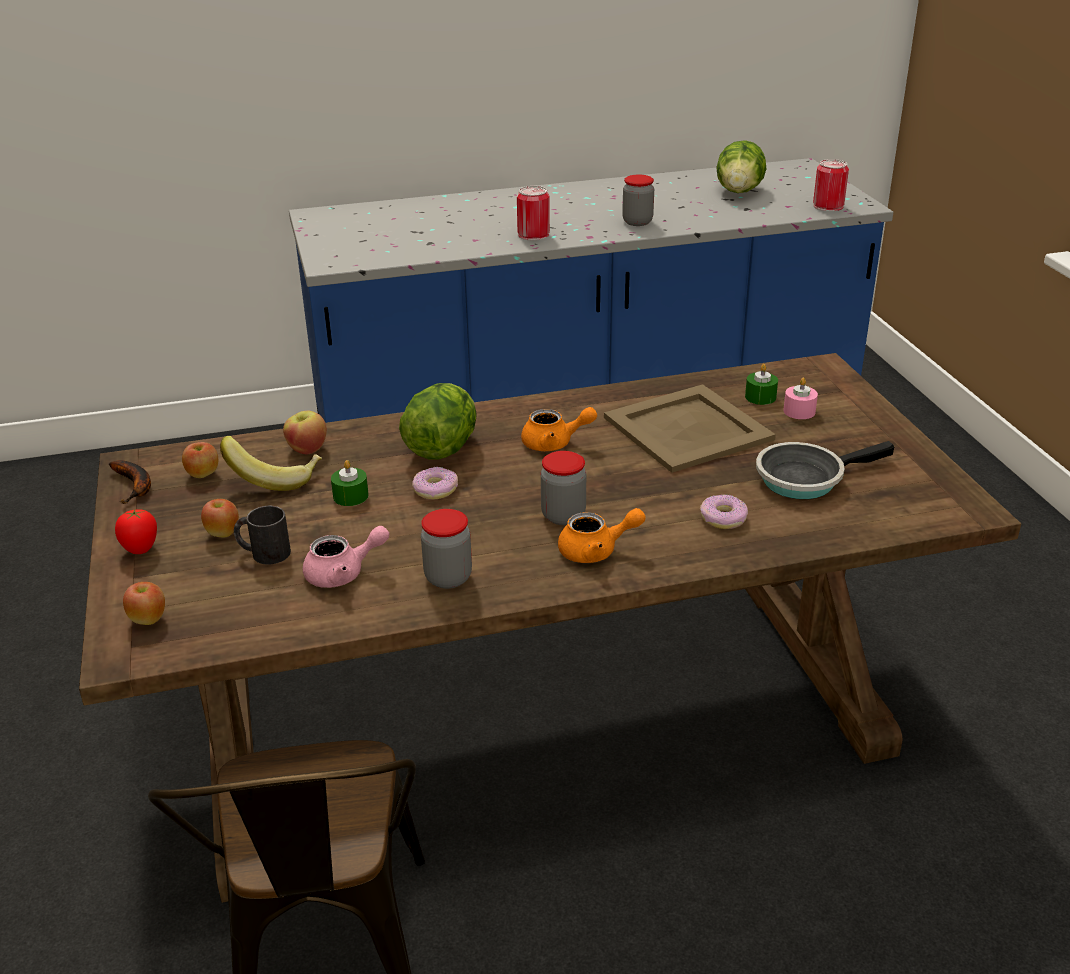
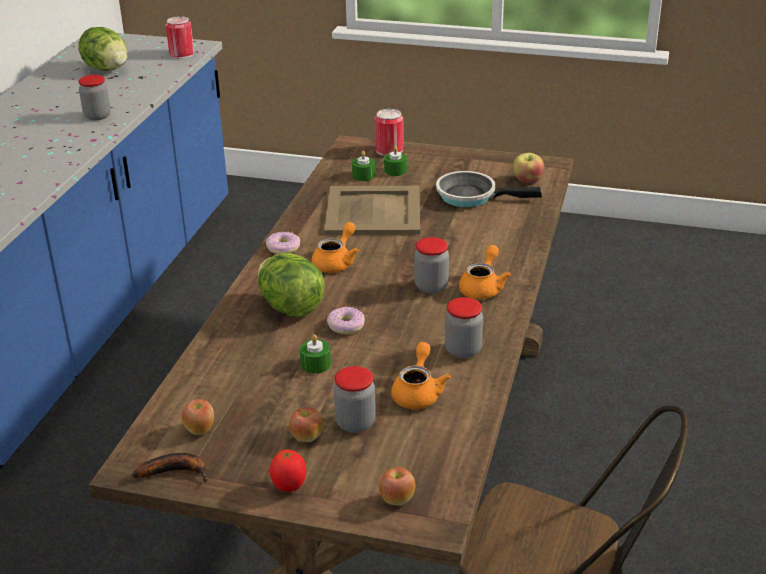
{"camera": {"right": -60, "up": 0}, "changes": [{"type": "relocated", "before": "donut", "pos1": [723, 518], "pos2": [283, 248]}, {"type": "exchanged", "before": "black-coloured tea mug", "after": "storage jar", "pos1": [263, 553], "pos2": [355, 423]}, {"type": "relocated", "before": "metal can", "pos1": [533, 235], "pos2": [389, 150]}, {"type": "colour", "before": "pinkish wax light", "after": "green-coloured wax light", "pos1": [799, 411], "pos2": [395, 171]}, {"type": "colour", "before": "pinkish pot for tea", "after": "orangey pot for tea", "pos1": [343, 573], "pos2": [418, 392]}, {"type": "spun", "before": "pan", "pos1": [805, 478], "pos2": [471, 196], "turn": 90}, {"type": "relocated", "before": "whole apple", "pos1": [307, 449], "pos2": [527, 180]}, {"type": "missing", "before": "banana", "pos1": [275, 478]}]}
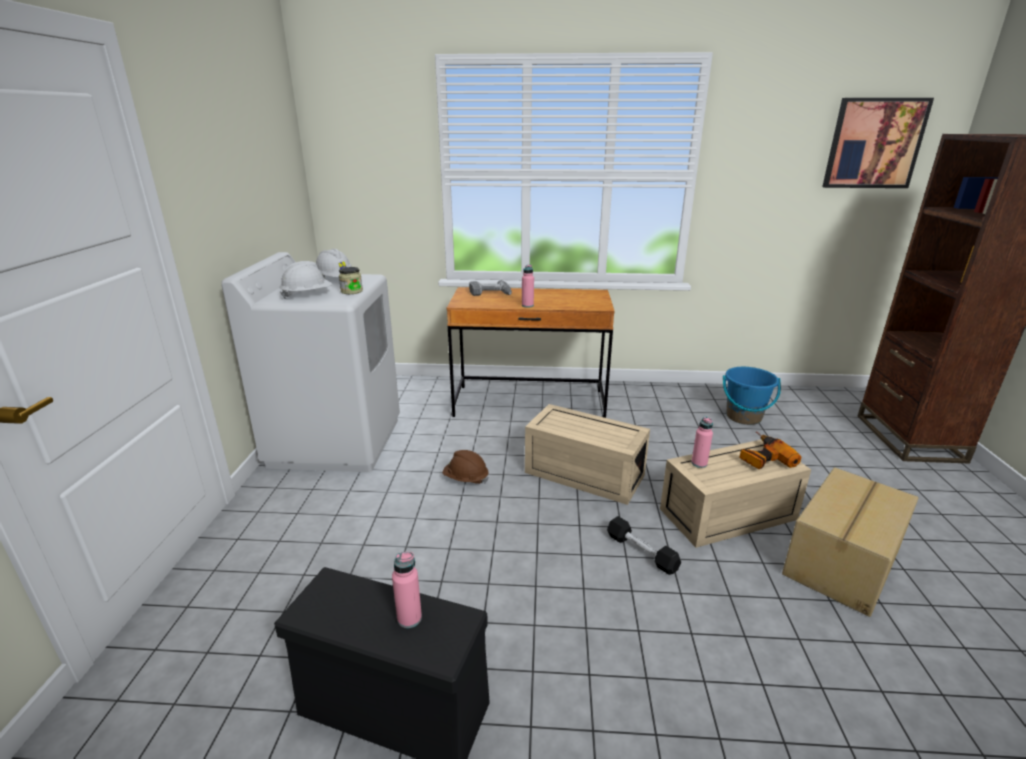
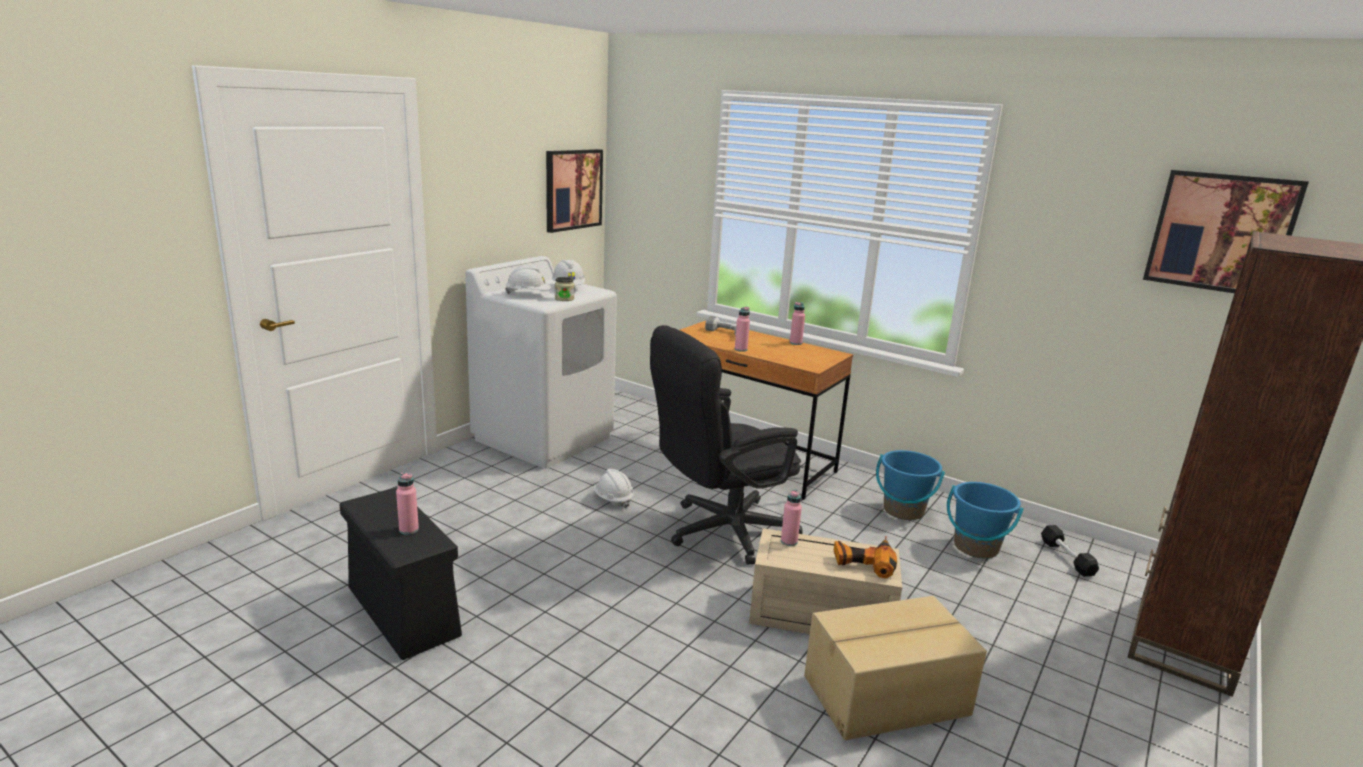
{"camera": {"right": 30, "up": -5}, "changes": [{"type": "appeared", "after": "picture", "pos2": [573, 189]}, {"type": "colour", "before": "brown-coloured safety helmet", "after": "white-coloured safety helmet", "pos1": [465, 479], "pos2": [613, 499]}, {"type": "exchanged", "before": "beige-coloured storage box", "after": "black-coloured office chair", "pos1": [582, 474], "pos2": [720, 532]}, {"type": "appeared", "after": "pinkish bottle", "pos2": [795, 343]}, {"type": "appeared", "after": "bluish pail", "pos2": [903, 511]}, {"type": "relocated", "before": "black-coloured dumbbell", "pos1": [641, 552], "pos2": [1067, 558]}]}
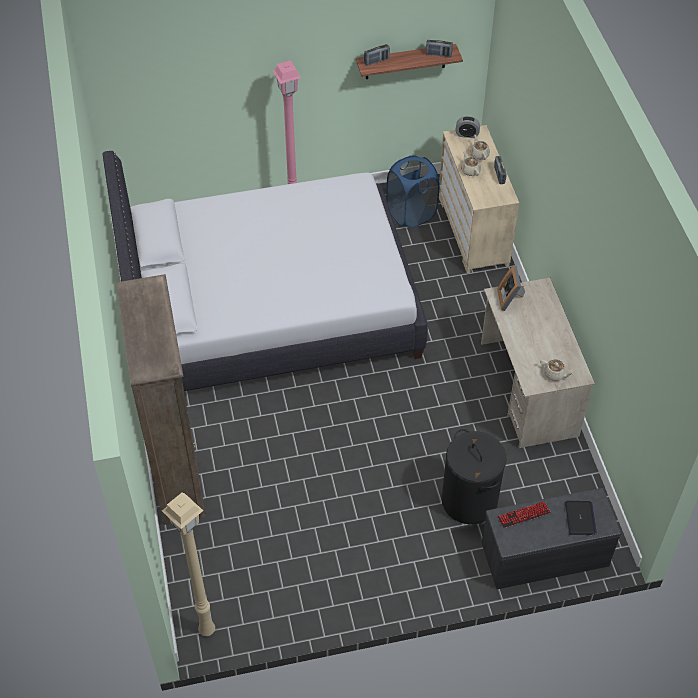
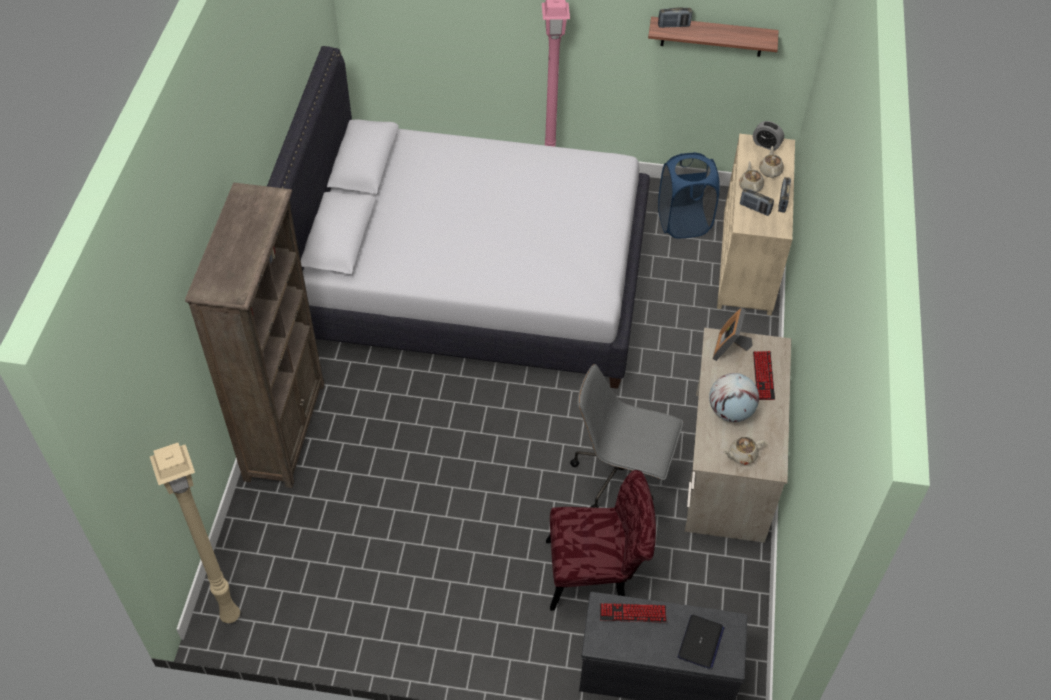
{"camera": {"right": 20, "up": 0}, "changes": [{"type": "exchanged", "before": "black-coloured hamper", "after": "reddish plain chair", "pos1": [469, 500], "pos2": [597, 573]}, {"type": "appeared", "after": "grey office chair", "pos2": [621, 477]}, {"type": "appeared", "after": "desk globe", "pos2": [730, 411]}, {"type": "spun", "before": "beige-coloured pot for tea", "pos1": [554, 374], "pos2": [742, 455], "turn": 105}, {"type": "relocated", "before": "radio", "pos1": [438, 54], "pos2": [755, 208]}, {"type": "appeared", "after": "PC keyboard", "pos2": [763, 376]}]}
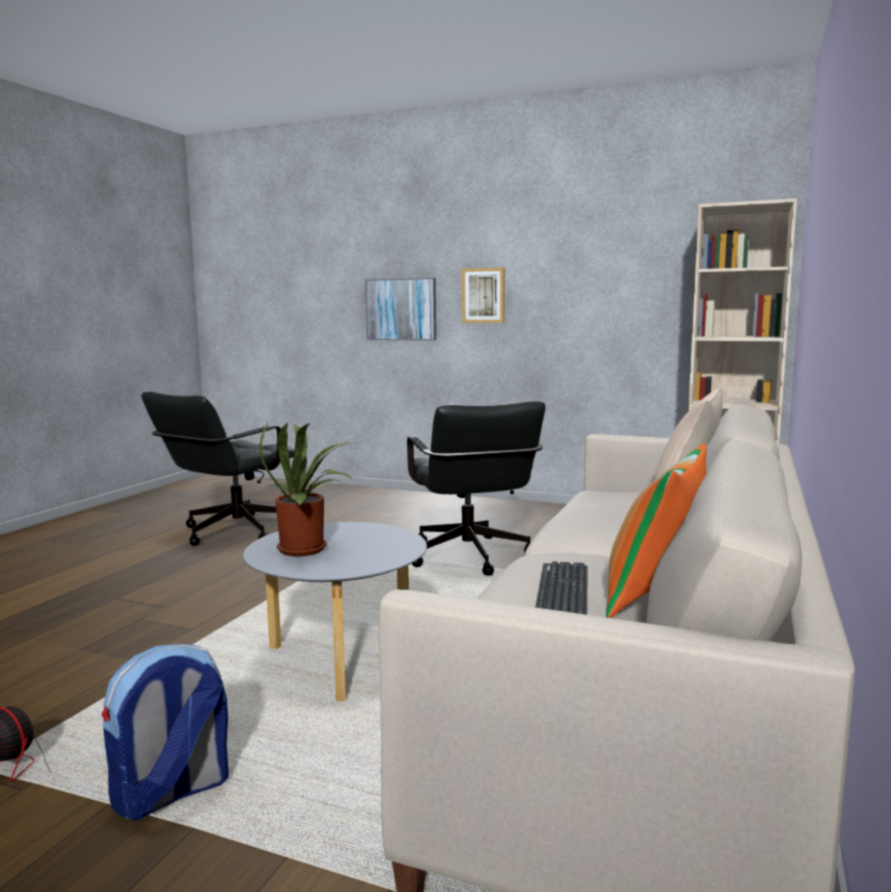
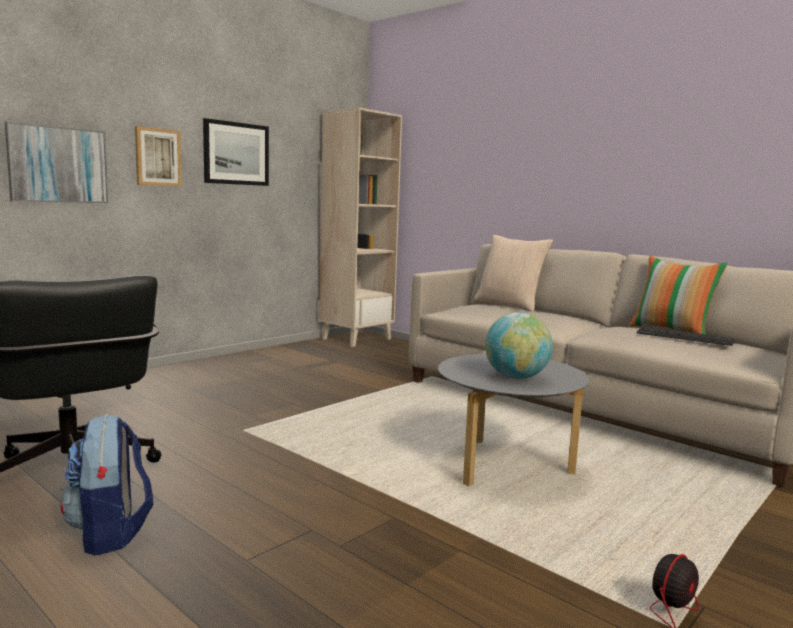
{"camera": {"right": -70, "up": 0}, "changes": [{"type": "relocated", "before": "rucksack", "pos1": [172, 794], "pos2": [110, 533]}, {"type": "appeared", "after": "picture", "pos2": [236, 153]}, {"type": "exchanged", "before": "houseplant", "after": "desk globe", "pos1": [307, 549], "pos2": [516, 377]}, {"type": "missing", "before": "black-coloured office chair", "pos1": [471, 559]}]}
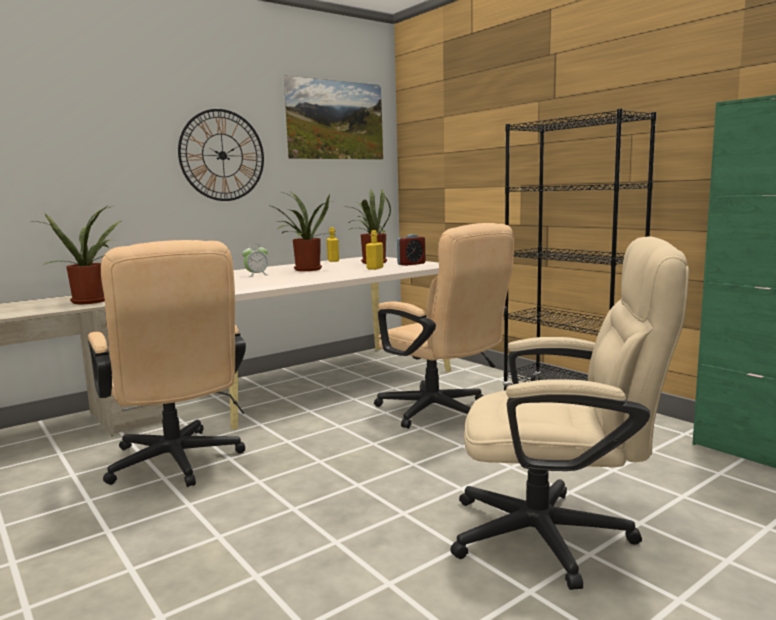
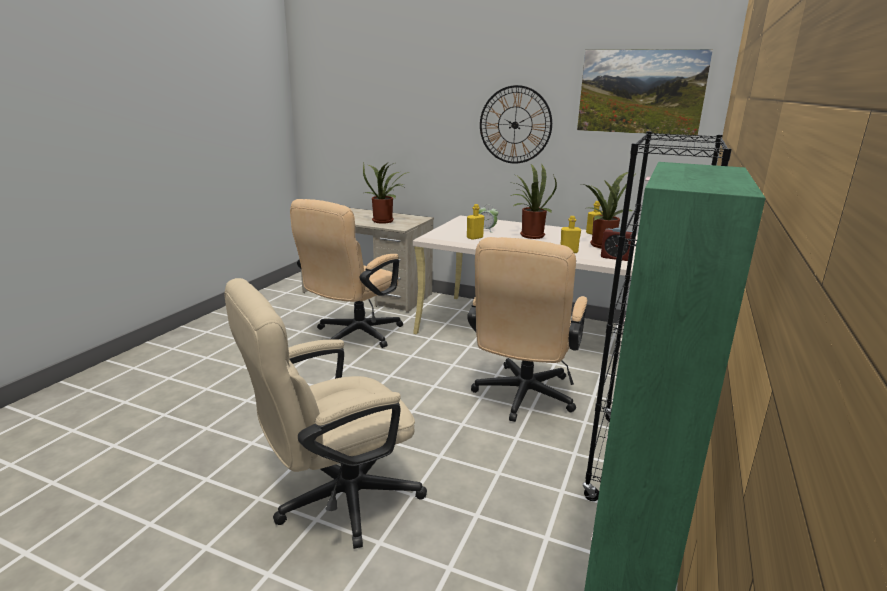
{"camera": {"right": 60, "up": 10}, "changes": [{"type": "spun", "before": "beige-coloured office chair", "pos1": [559, 536], "pos2": [335, 500], "turn": 75}, {"type": "appeared", "after": "yellowish bottle", "pos2": [474, 237]}]}
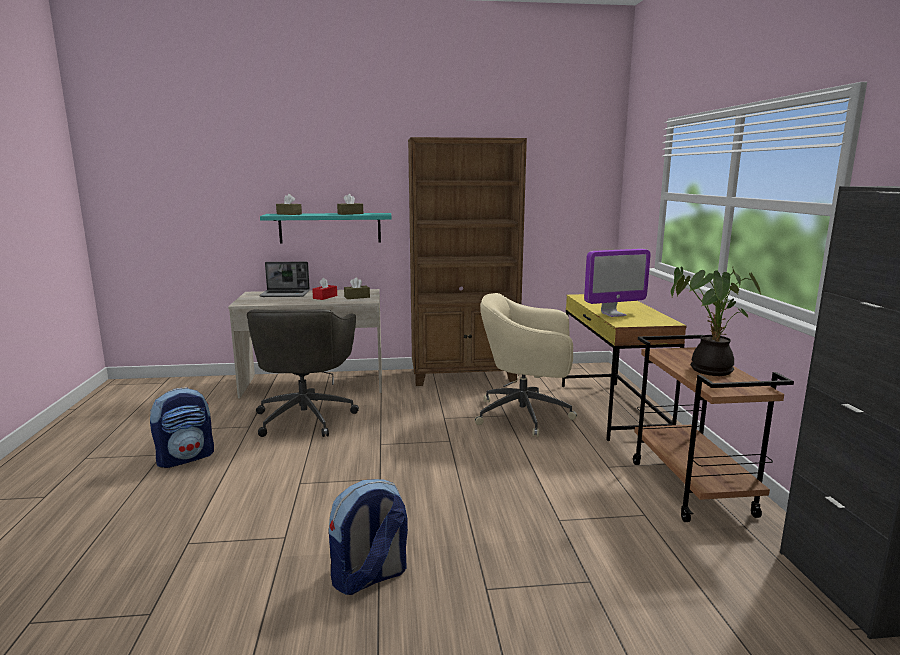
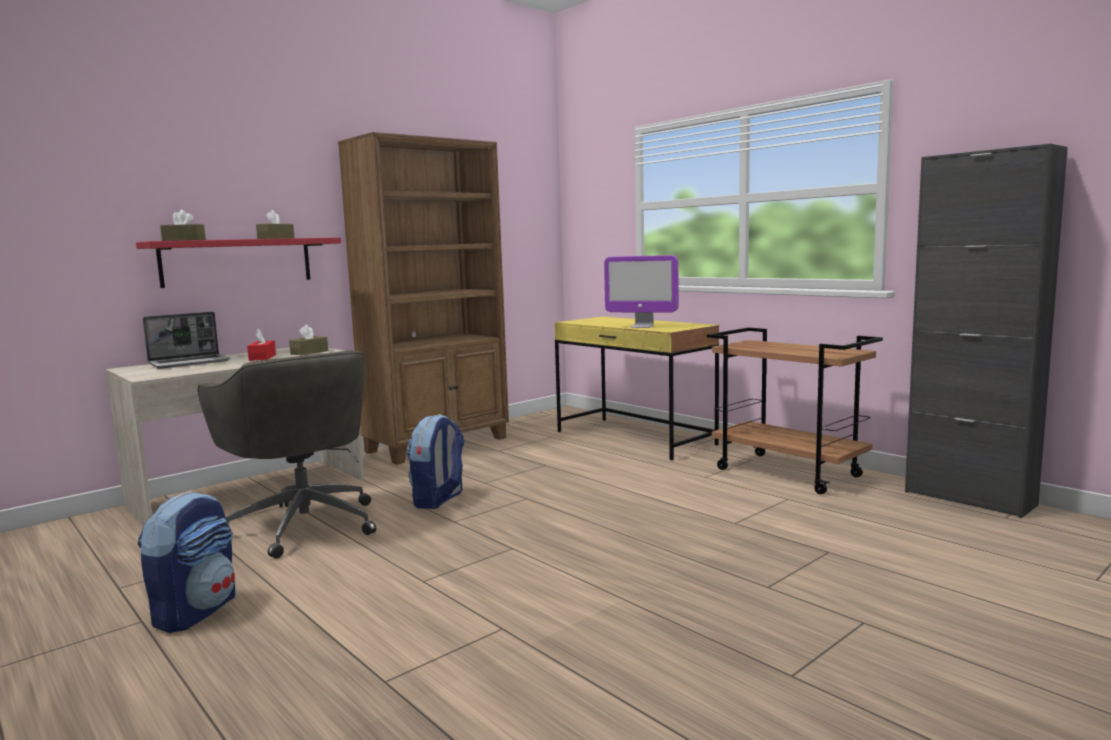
{"camera": {"right": -35, "up": -5}, "changes": [{"type": "colour", "before": "turquoise-coloured bracket shelf", "after": "reddish bracket shelf", "pos1": [330, 228], "pos2": [237, 262]}, {"type": "relocated", "before": "rucksack", "pos1": [369, 578], "pos2": [439, 500]}, {"type": "spun", "before": "monitor", "pos1": [613, 314], "pos2": [642, 326], "turn": 75}, {"type": "missing", "before": "beige-coloured office chair", "pos1": [526, 415]}, {"type": "missing", "before": "houseplant", "pos1": [707, 369]}]}
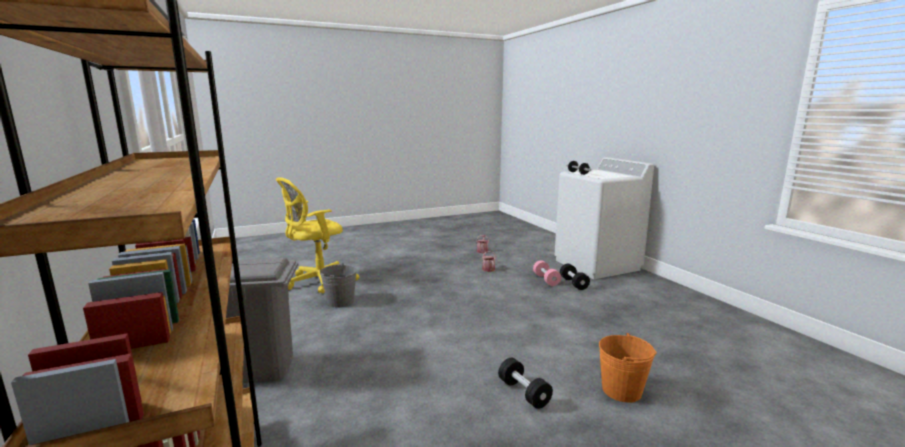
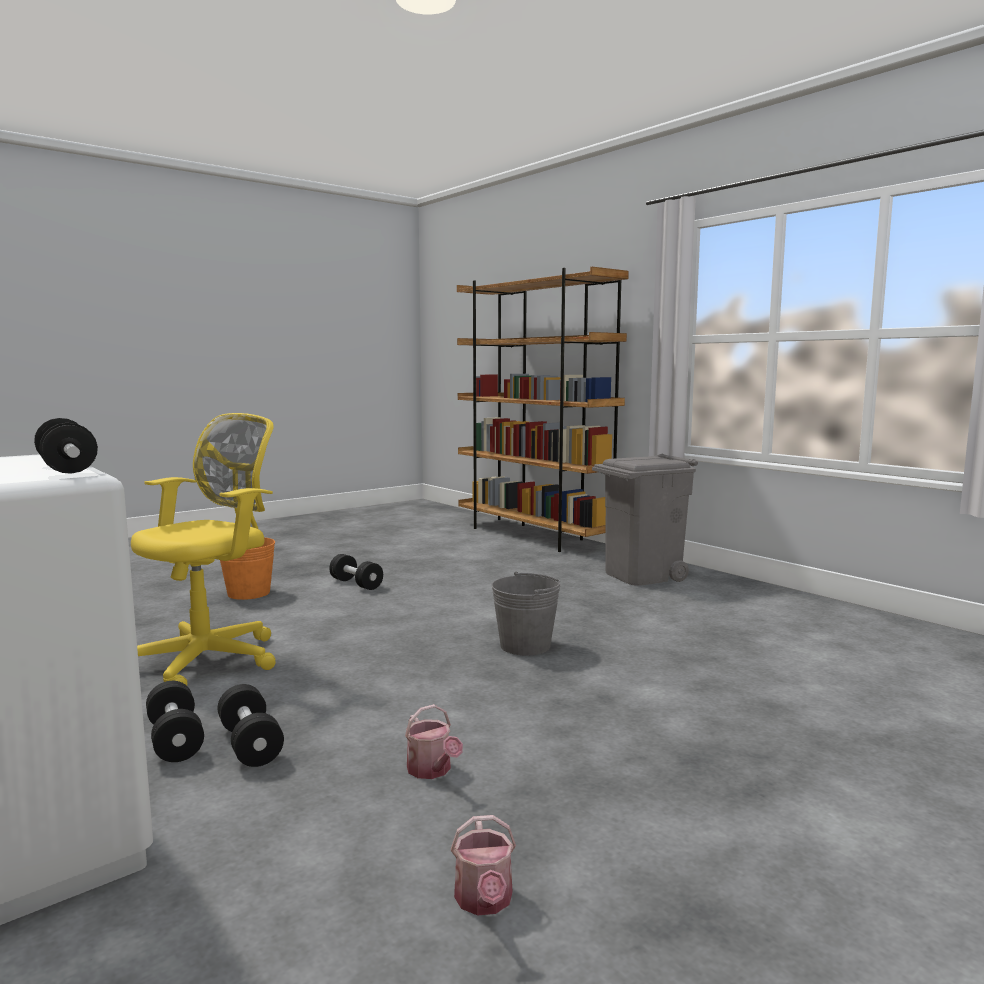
{"camera": {"right": 165, "up": -5}, "changes": [{"type": "relocated", "before": "yellowish office chair", "pos1": [318, 281], "pos2": [209, 659]}, {"type": "colour", "before": "pinkish dumbbell", "after": "black-coloured dumbbell", "pos1": [546, 280], "pos2": [250, 744]}, {"type": "relocated", "before": "grey pail", "pos1": [340, 301], "pos2": [525, 646]}]}
